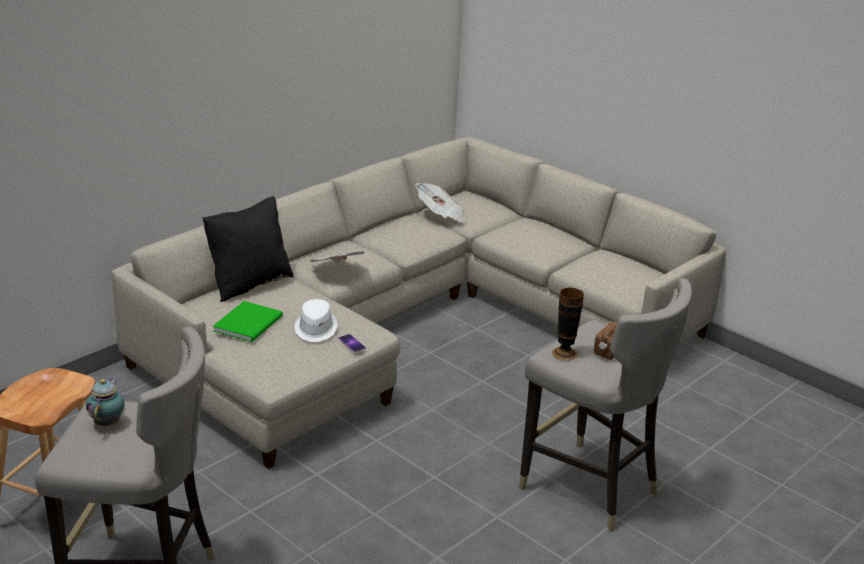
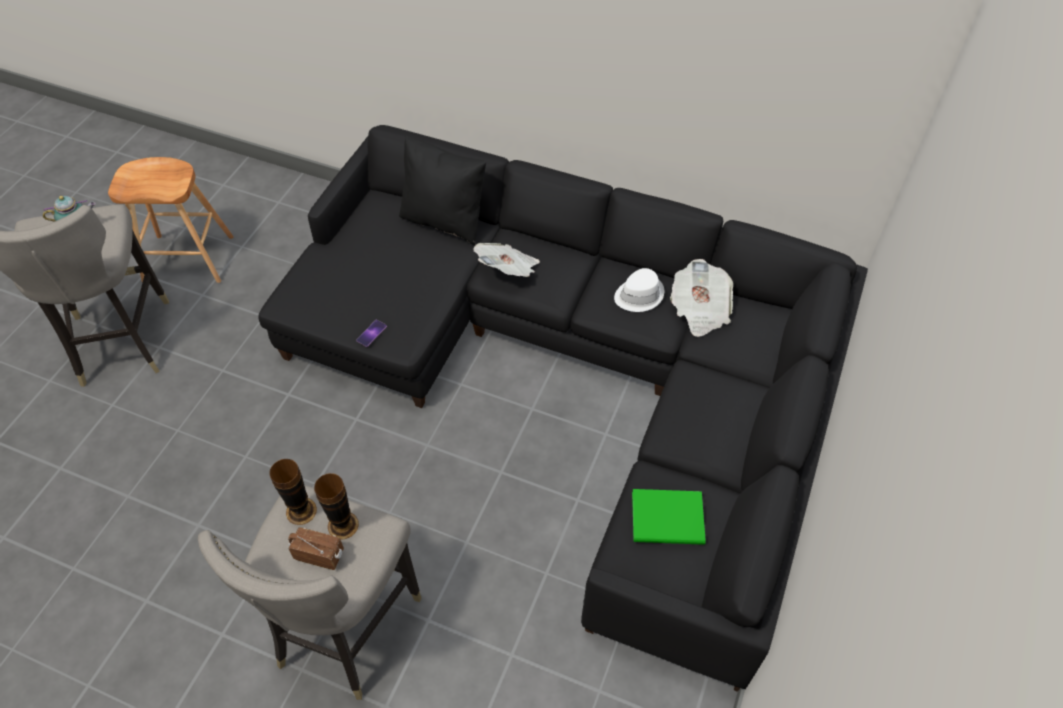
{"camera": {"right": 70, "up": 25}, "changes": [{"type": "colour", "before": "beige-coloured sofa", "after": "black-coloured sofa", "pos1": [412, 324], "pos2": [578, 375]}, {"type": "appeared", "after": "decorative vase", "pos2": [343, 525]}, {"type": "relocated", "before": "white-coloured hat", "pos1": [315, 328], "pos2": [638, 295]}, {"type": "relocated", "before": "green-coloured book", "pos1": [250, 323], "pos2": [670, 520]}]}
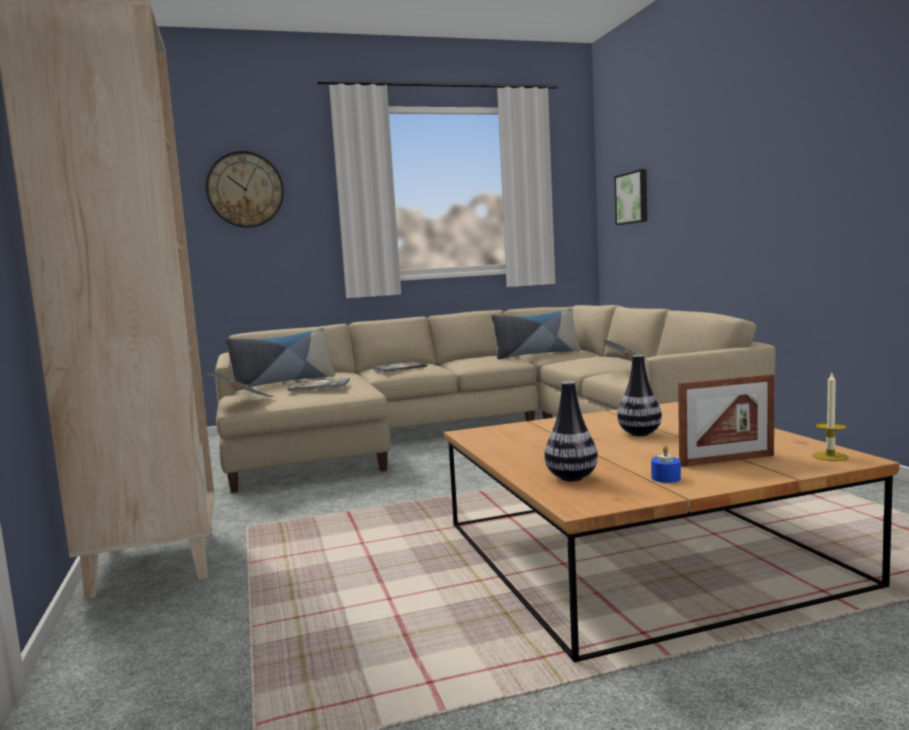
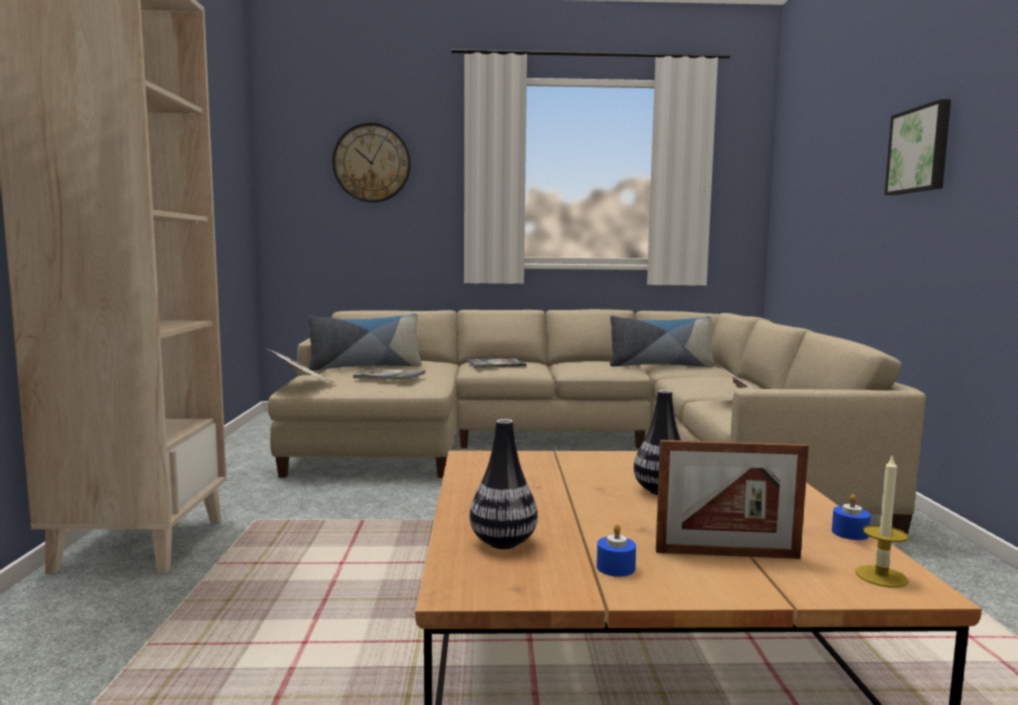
{"camera": {"right": 15, "up": 0}, "changes": [{"type": "appeared", "after": "bluish wax light", "pos2": [850, 533]}, {"type": "relocated", "before": "picture", "pos1": [633, 198], "pos2": [920, 150]}]}
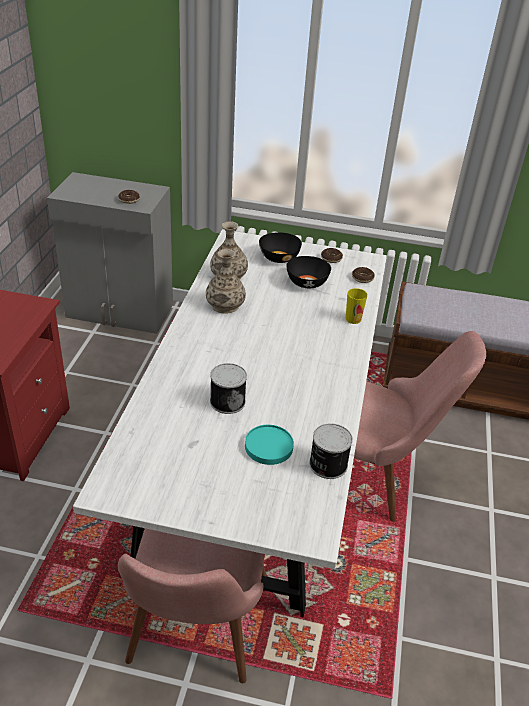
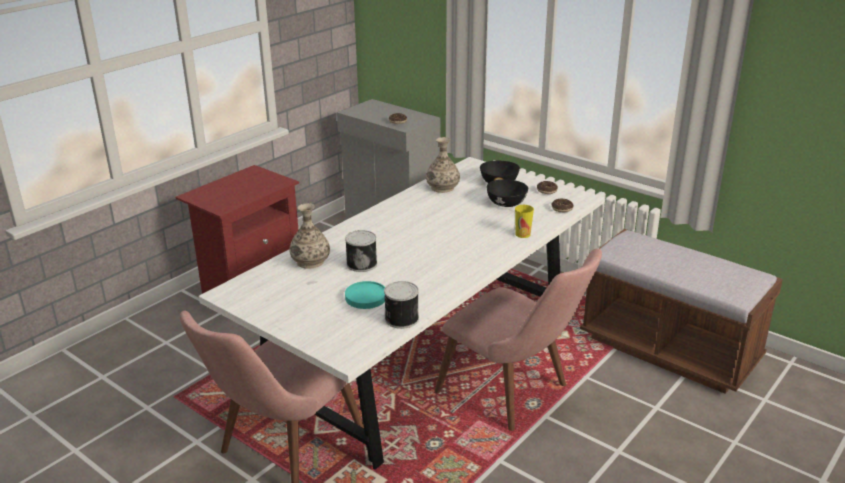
{"camera": {"right": 30, "up": -10}, "changes": [{"type": "relocated", "before": "decorative vase", "pos1": [225, 305], "pos2": [310, 261]}]}
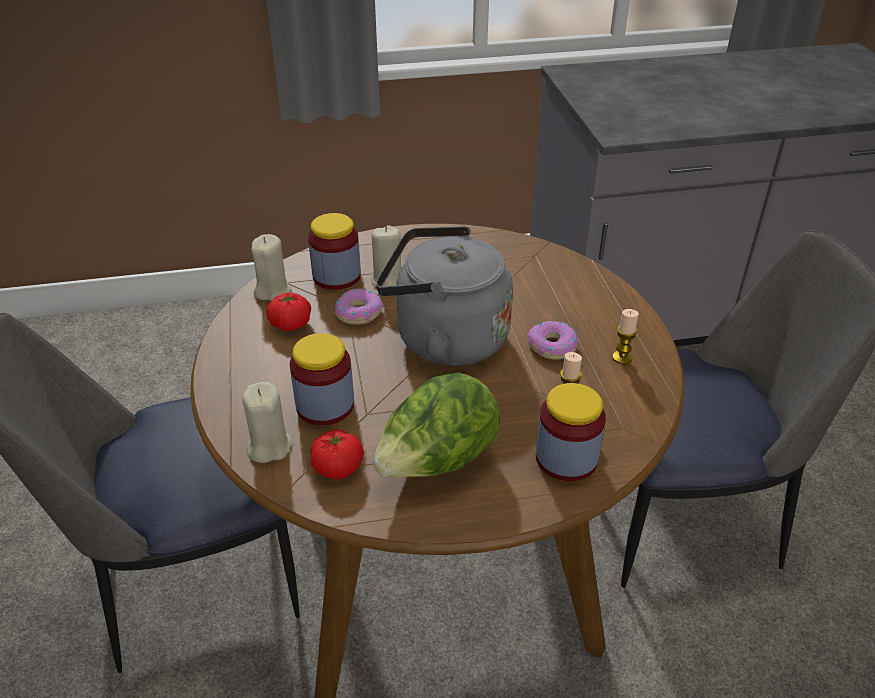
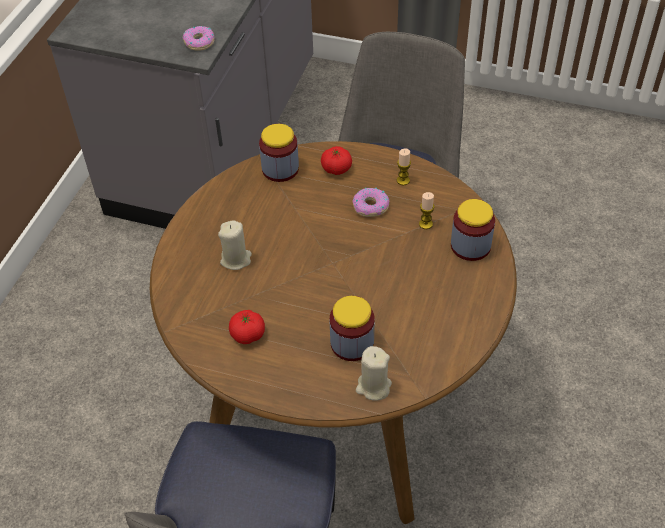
{"camera": {"right": -60, "up": 10}, "changes": [{"type": "relocated", "before": "donut", "pos1": [358, 312], "pos2": [199, 42]}, {"type": "relocated", "before": "storage jar", "pos1": [336, 276], "pos2": [280, 169]}, {"type": "relocated", "before": "tomato", "pos1": [338, 467], "pos2": [336, 169]}, {"type": "missing", "before": "beige-coloured wax light", "pos1": [272, 290]}, {"type": "missing", "before": "lettuce head", "pos1": [437, 462]}, {"type": "missing", "before": "grey water kettle", "pos1": [444, 339]}]}
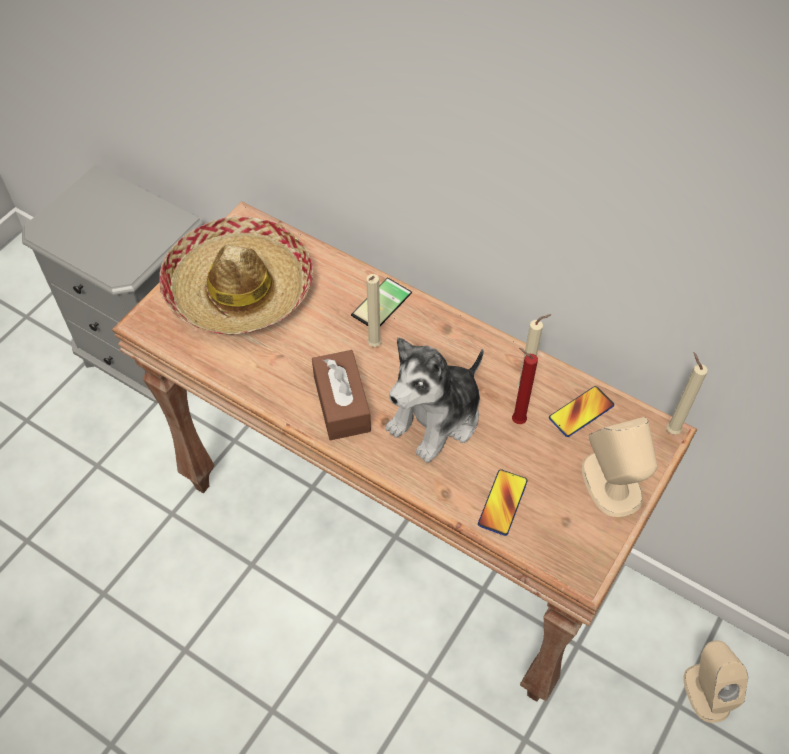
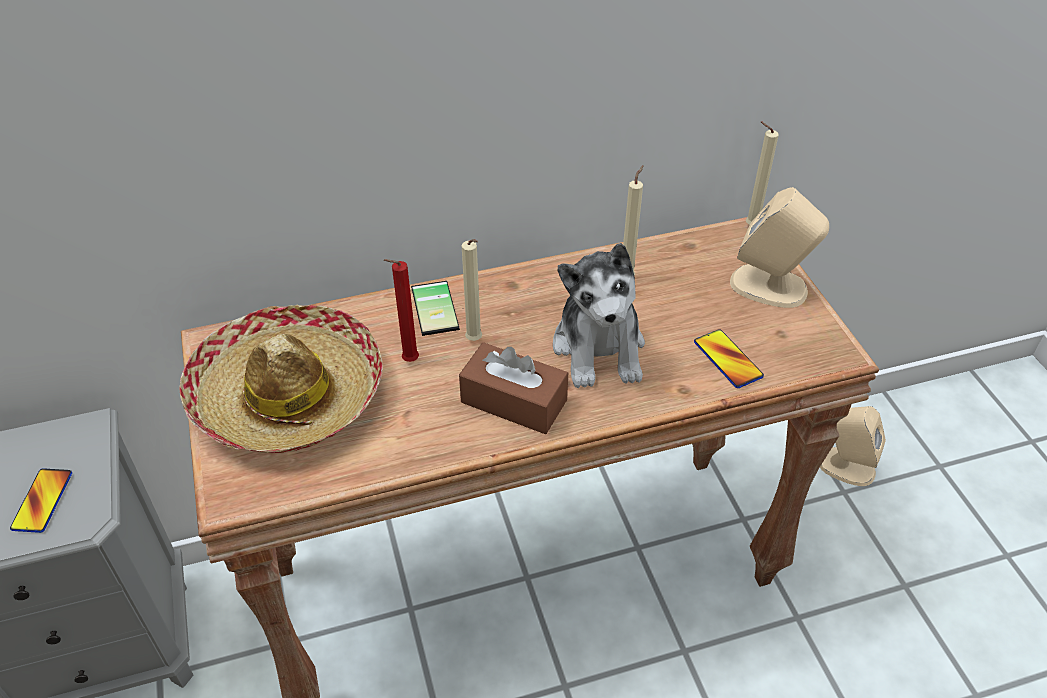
{"camera": {"right": -50, "up": -10}, "changes": [{"type": "relocated", "before": "phone", "pos1": [581, 412], "pos2": [42, 501]}, {"type": "relocated", "before": "reddish wax light", "pos1": [516, 420], "pos2": [408, 361]}]}
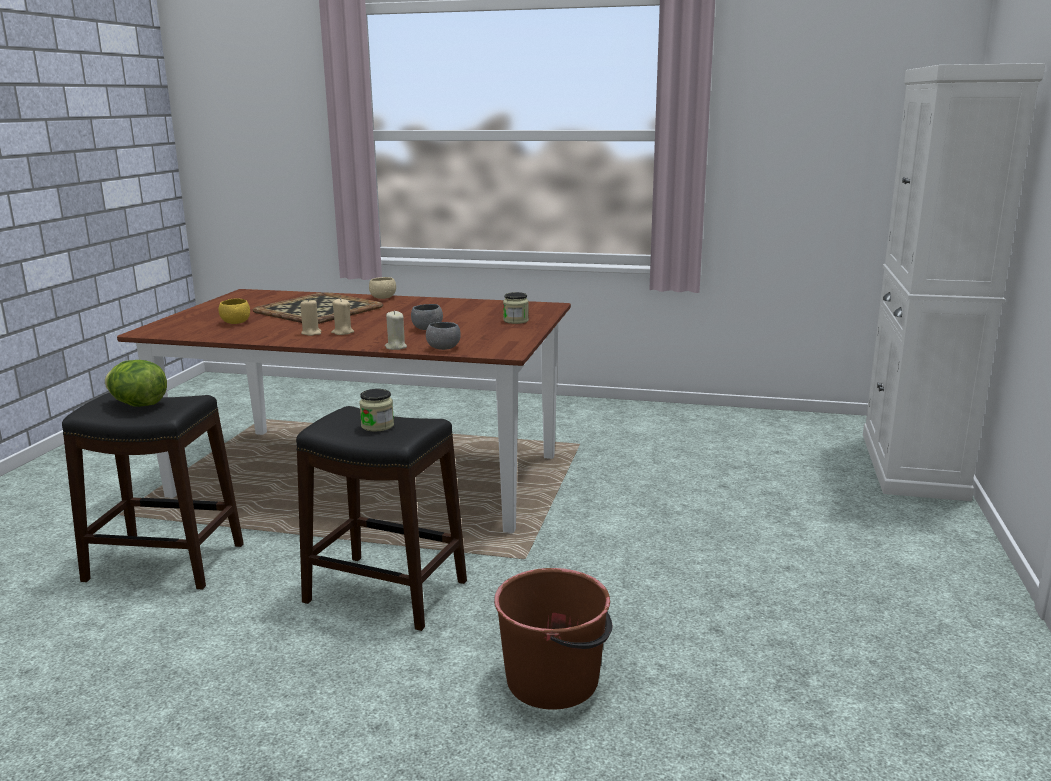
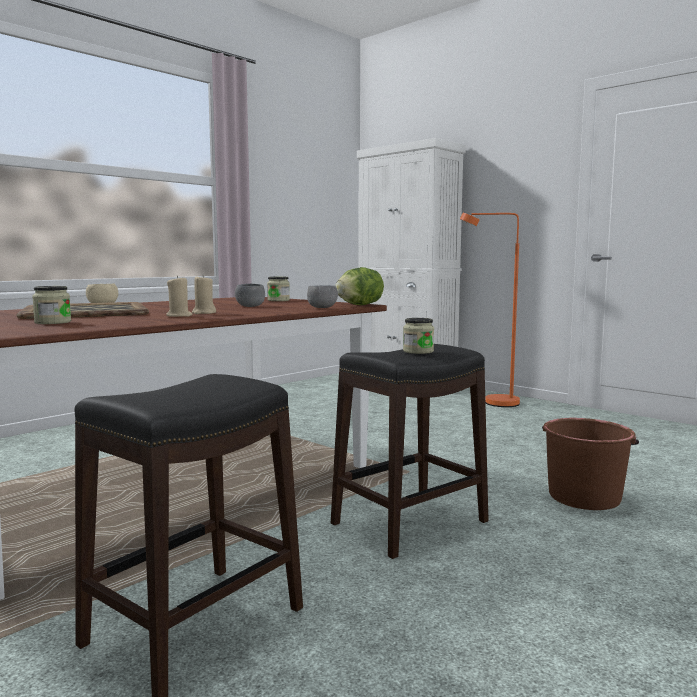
{"camera": {"right": -60, "up": -10}, "changes": [{"type": "exchanged", "before": "yellowish bowl", "after": "storage jar", "pos1": [235, 323], "pos2": [53, 322]}, {"type": "relocated", "before": "lettuce head", "pos1": [138, 404], "pos2": [359, 305]}, {"type": "appeared", "after": "orangey floor lamp", "pos2": [492, 402]}, {"type": "missing", "before": "beige-coloured wax light", "pos1": [396, 347]}]}
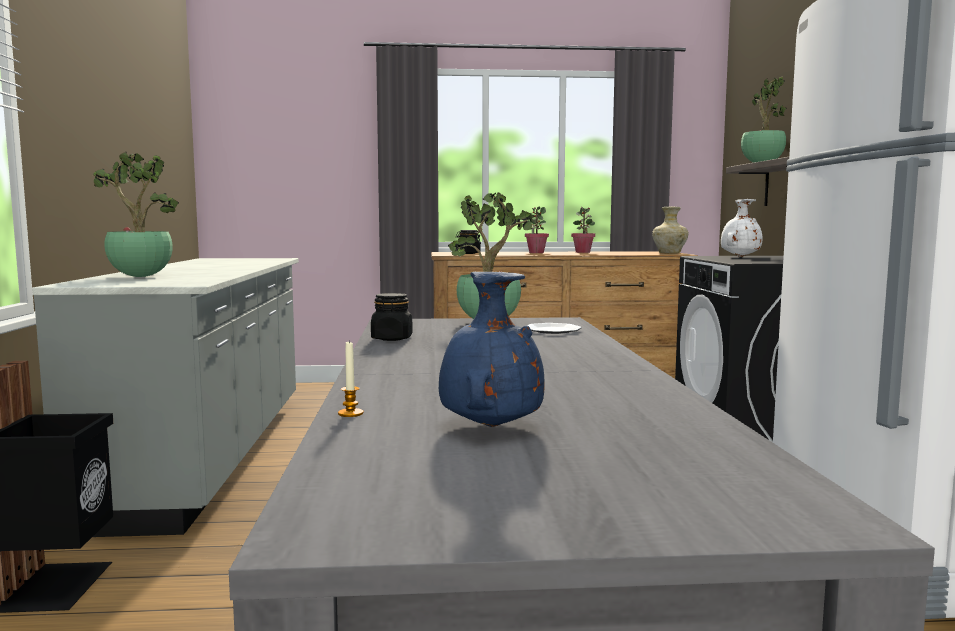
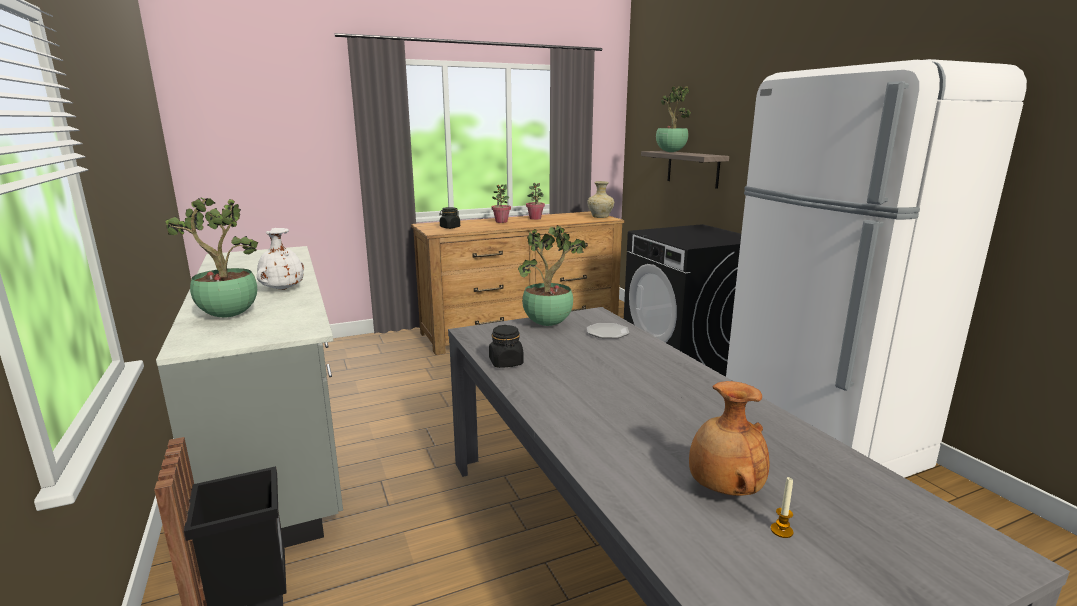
{"camera": {"right": -20, "up": 10}, "changes": [{"type": "relocated", "before": "white-coloured decorative vase", "pos1": [739, 256], "pos2": [282, 289]}, {"type": "colour", "before": "bluish decorative vase", "after": "brown-coloured decorative vase", "pos1": [489, 426], "pos2": [723, 489]}, {"type": "relocated", "before": "wax light", "pos1": [350, 413], "pos2": [781, 531]}]}
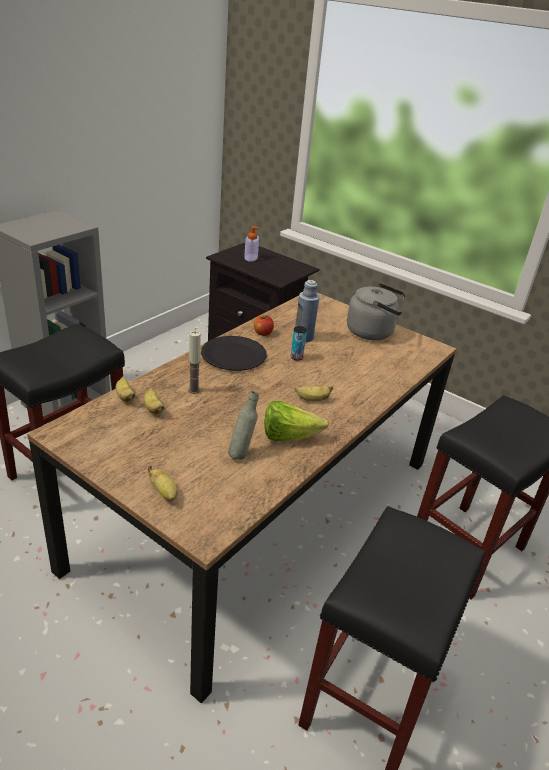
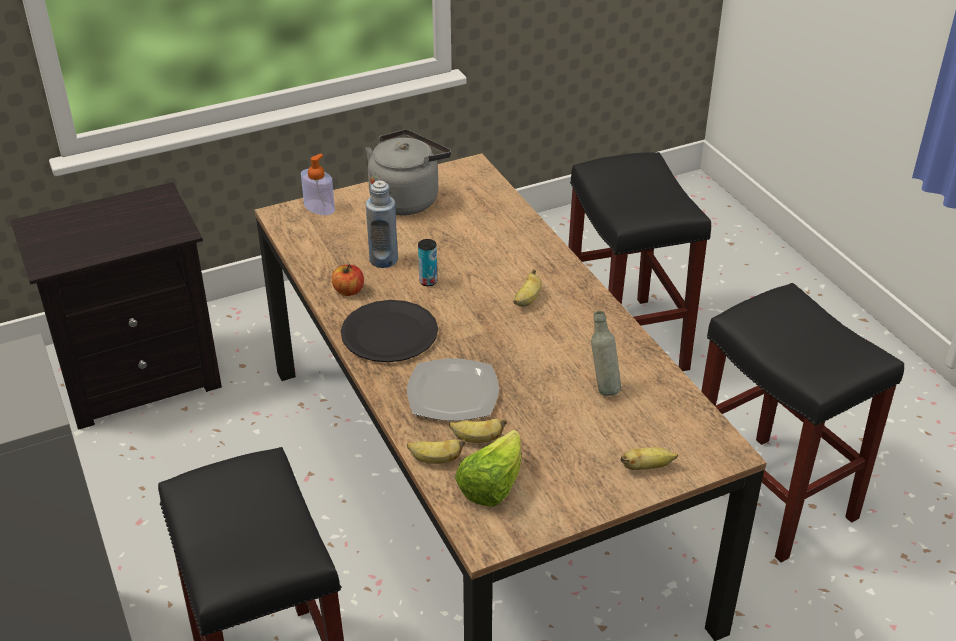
{"camera": {"right": -60, "up": 5}, "changes": [{"type": "relocated", "before": "liquid soap bottle", "pos1": [251, 257], "pos2": [319, 207]}, {"type": "exchanged", "before": "wax light", "after": "dinner plate", "pos1": [193, 390], "pos2": [453, 392]}, {"type": "relocated", "before": "lettuce head", "pos1": [288, 436], "pos2": [492, 486]}]}
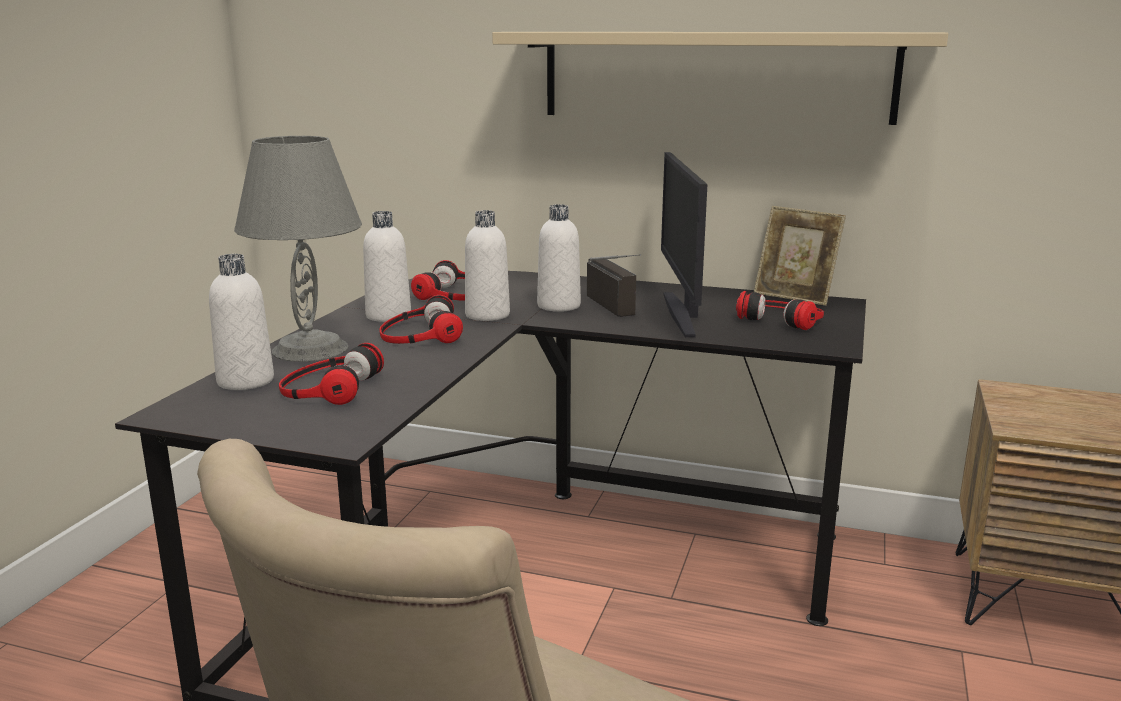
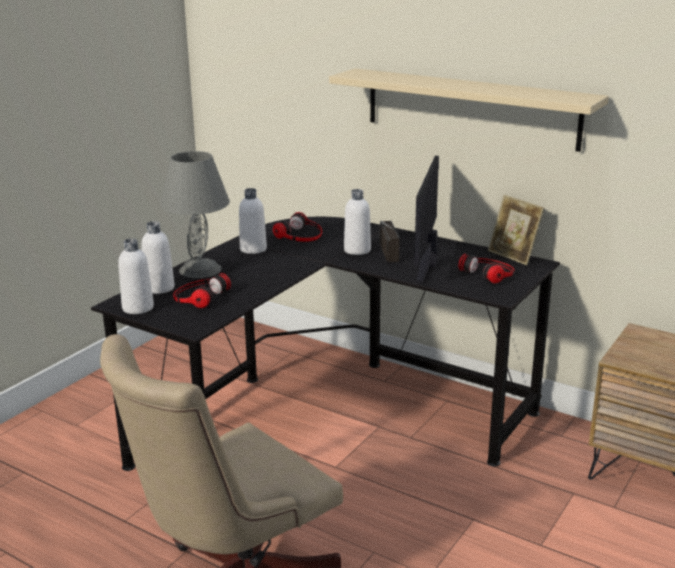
{"camera": {"right": 15, "up": 5}, "changes": [{"type": "relocated", "before": "white-coloured bottle", "pos1": [487, 315], "pos2": [138, 308]}, {"type": "missing", "before": "headphones", "pos1": [419, 334]}]}
